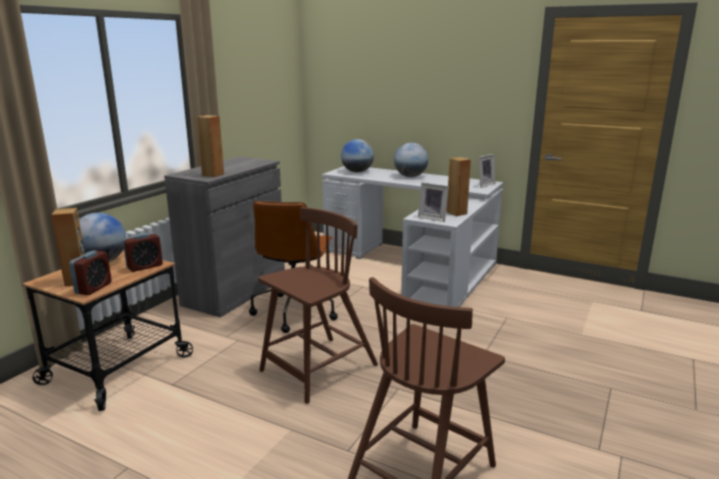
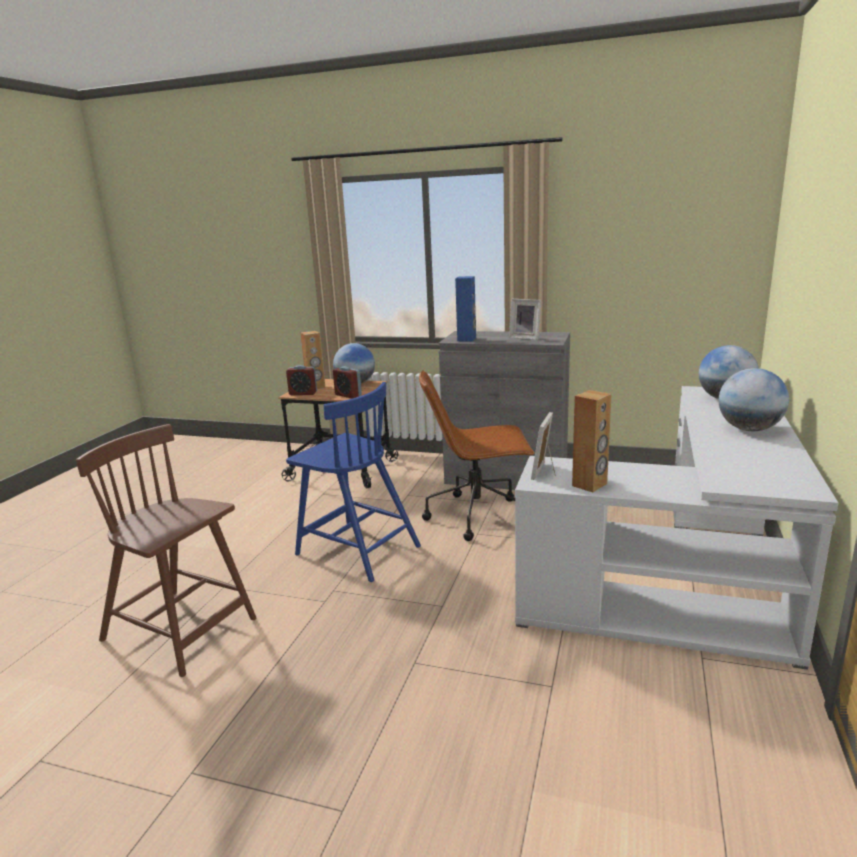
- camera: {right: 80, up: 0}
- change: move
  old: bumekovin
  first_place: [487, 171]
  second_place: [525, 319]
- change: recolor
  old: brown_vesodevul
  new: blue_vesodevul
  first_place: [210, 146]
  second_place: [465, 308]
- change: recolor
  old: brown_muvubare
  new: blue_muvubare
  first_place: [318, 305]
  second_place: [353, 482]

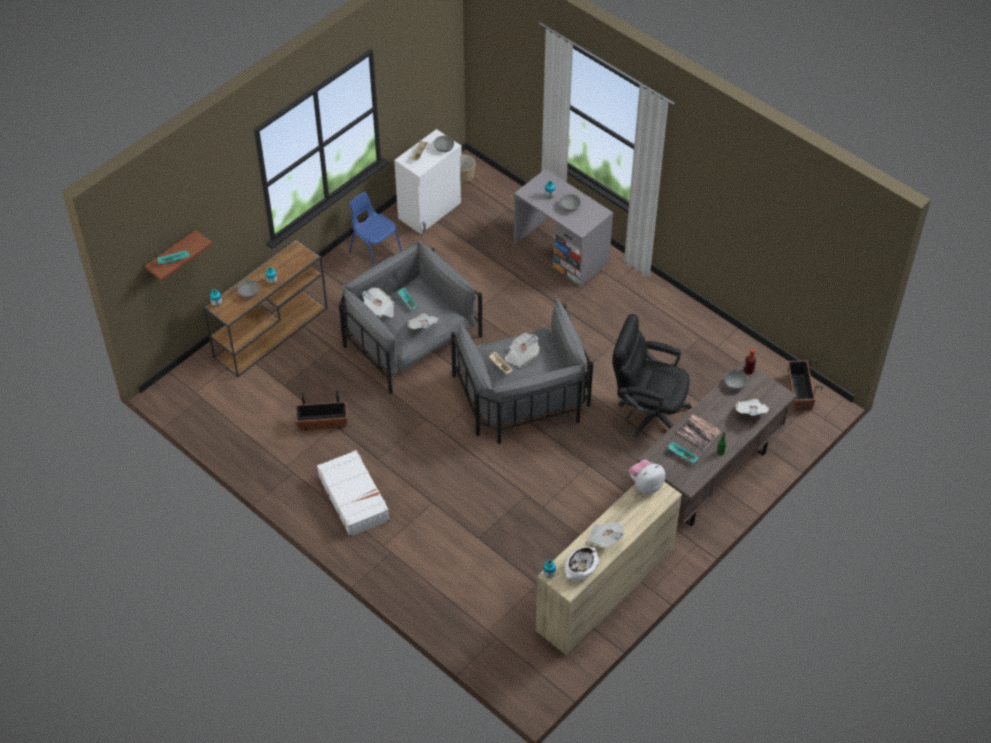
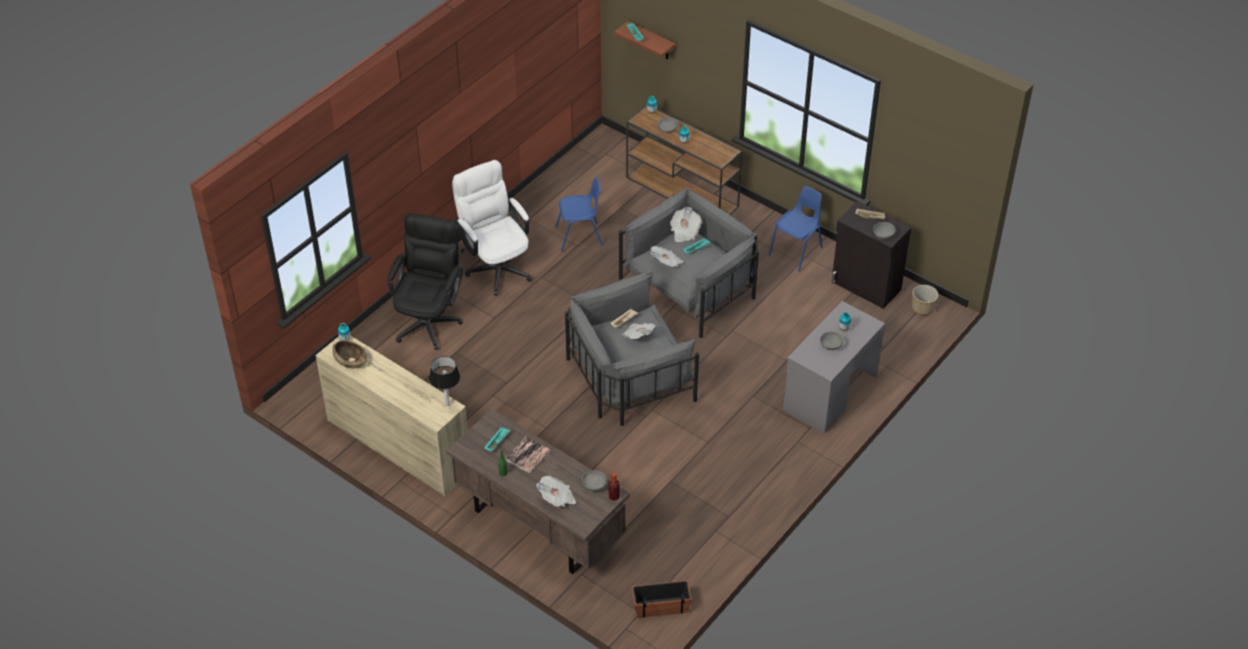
- camera: {right: 85, up: -5}
- change: delete
  old: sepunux
  first_place: [606, 534]
- change: move
  old: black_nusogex
  first_place: [652, 376]
  second_place: [425, 281]
- change: replace
  old: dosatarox
  new: blue_muvubare
  first_place: [321, 410]
  second_place: [579, 214]
- change: replace
  old: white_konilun
  new: white_nusogex
  first_place: [353, 493]
  second_place: [492, 228]
- change: replace
  old: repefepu
  new: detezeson
  first_place: [647, 477]
  second_place: [444, 381]
- change: recolor
  old: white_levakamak
  new: black_levakamak
  first_place: [428, 181]
  second_place: [871, 255]
- change: recolor
  old: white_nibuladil
  new: brown_nibuladil
  first_place: [581, 564]
  second_place: [350, 354]

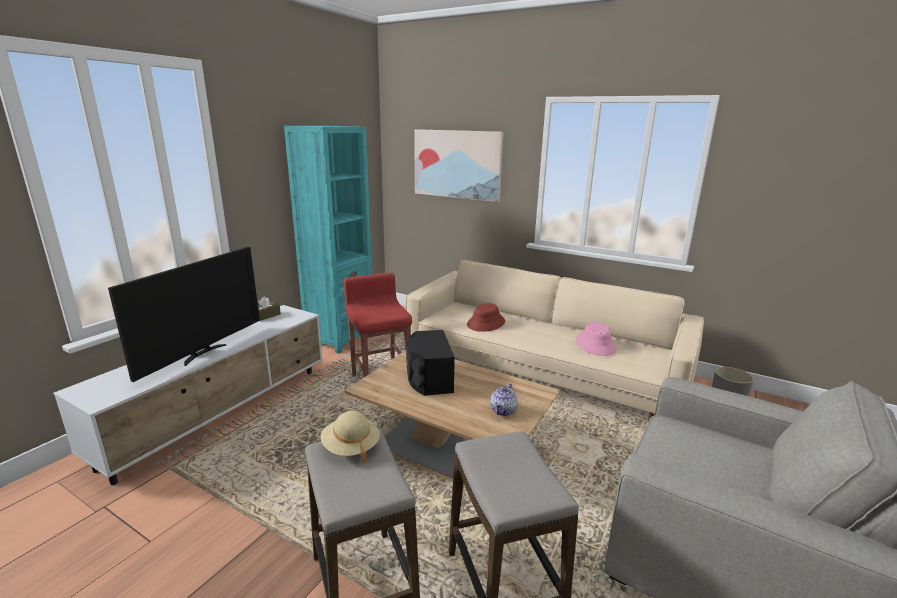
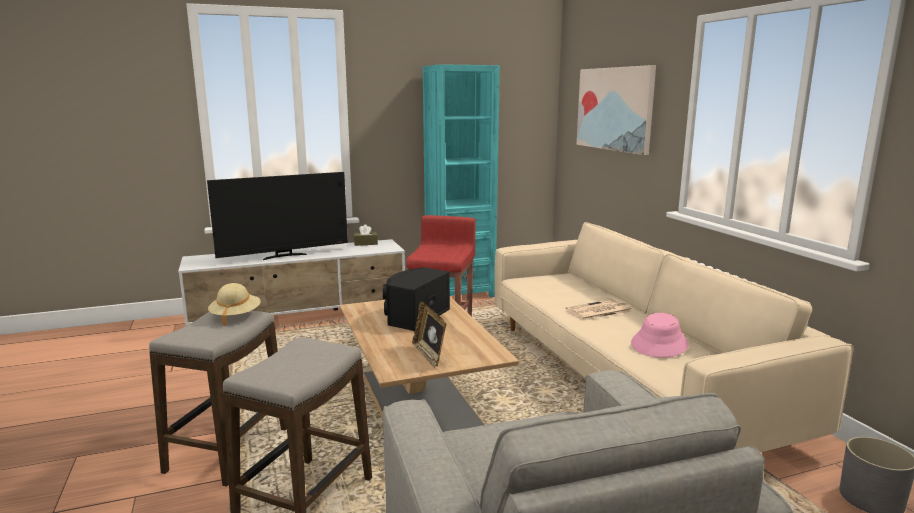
- camera: {right: 40, up: -5}
- change: delete
  old: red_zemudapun
  first_place: [486, 317]
- change: insert
  new: sepunux
  second_place: [599, 310]
- change: replace
  old: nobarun
  new: bumekovin
  first_place: [504, 399]
  second_place: [429, 335]

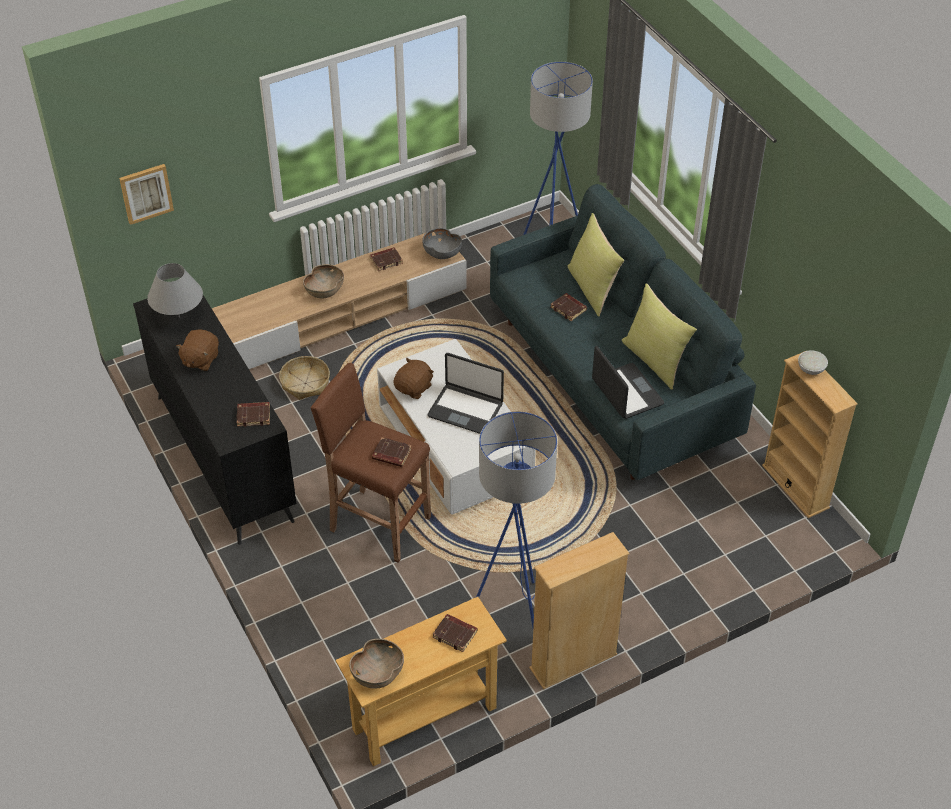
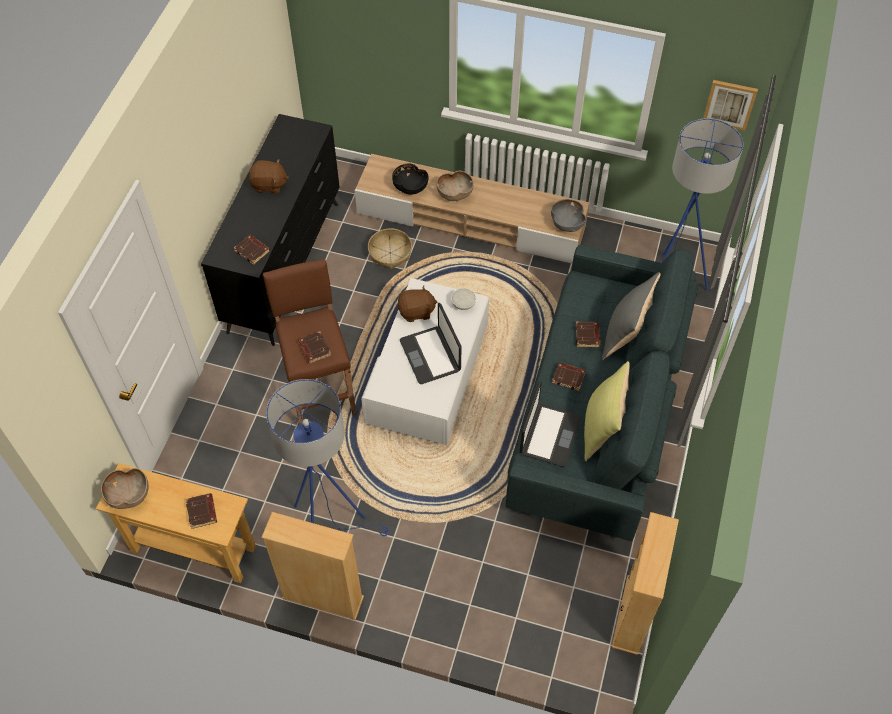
- camera: {right: 45, up: 10}
- change: delete
  old: grey_detezeson
  first_place: [175, 290]
- change: insert
  new: black_nibuladil
  second_place: [410, 179]
- change: move
  old: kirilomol
  first_place: [146, 194]
  second_place: [730, 105]
- change: move
  old: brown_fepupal
  first_place: [386, 259]
  second_place: [569, 376]
- change: move
  old: white_nibuladil
  first_place: [813, 362]
  second_place: [463, 299]
- change: recolor
  old: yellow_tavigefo
  new: grey_tavigefo
  first_place: [596, 265]
  second_place: [631, 316]
- change: rotate
  old: brown_repefepu
  first_place: [197, 350]
  second_place: [269, 176]
  degrees: -150

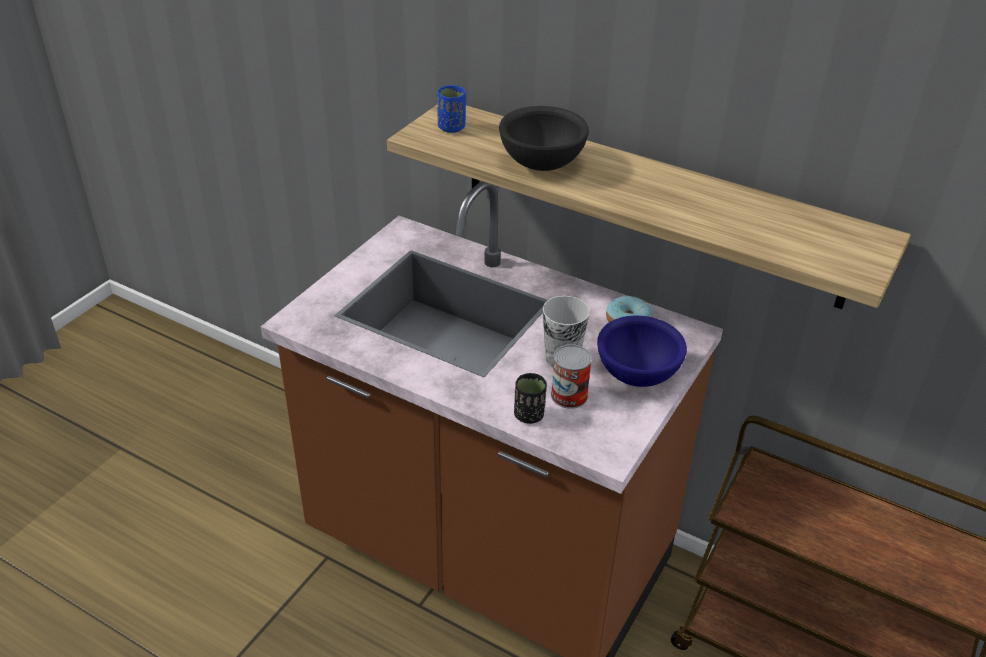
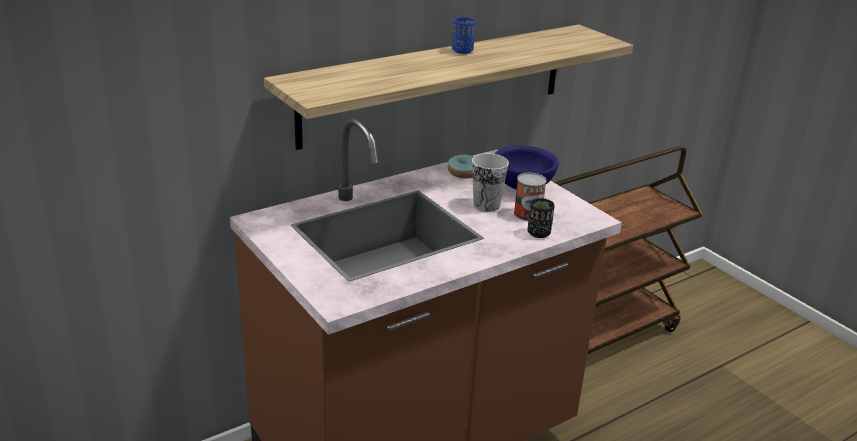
- camera: {right: -65, up: -10}
- change: delete
  old: black_nibuladil
  first_place: [544, 138]
- change: move
  old: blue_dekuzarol
  first_place: [451, 109]
  second_place: [464, 35]

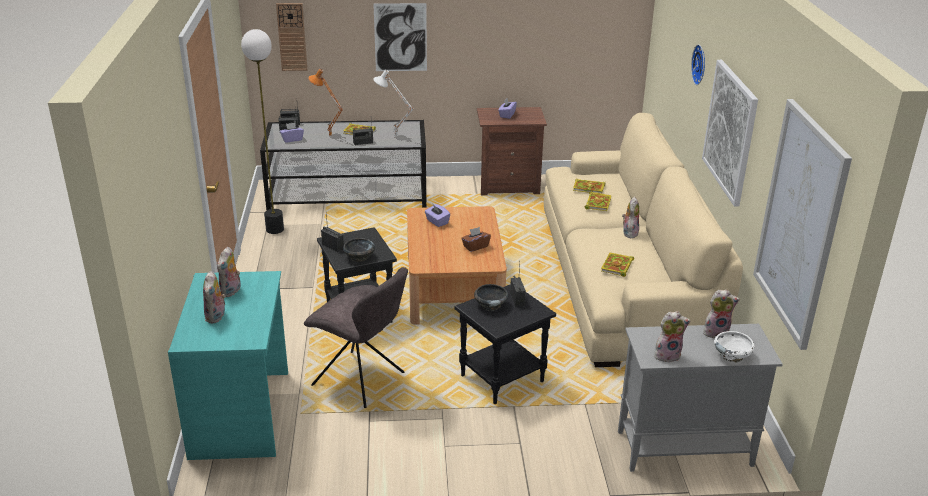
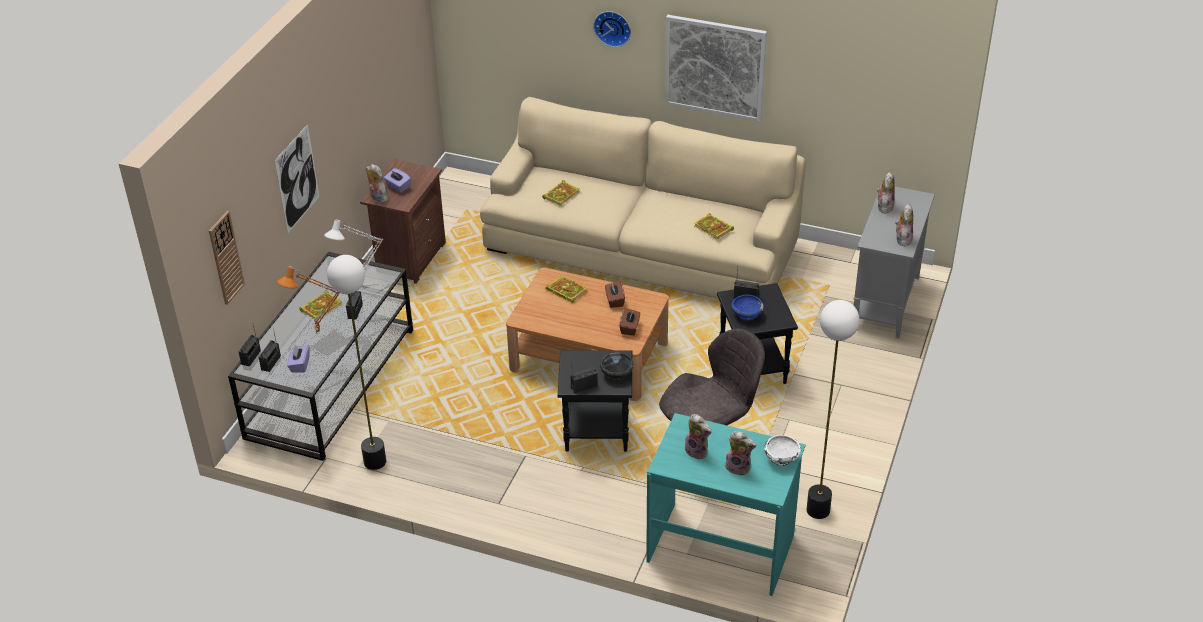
- camera: {right: -65, up: 10}
- change: delete
  old: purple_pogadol
  first_place: [437, 215]
- change: delete
  old: kirilomol
  first_place: [802, 224]
- change: insert
  new: brown_pogadol
  second_place: [630, 321]
- change: insert
  new: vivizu
  second_place: [833, 409]
- change: move
  old: fepupal
  first_place: [598, 201]
  second_place: [566, 289]
- change: move
  old: repefepu
  first_place: [630, 217]
  second_place: [377, 183]
- change: move
  old: white_nibuladil
  first_place: [734, 347]
  second_place: [782, 450]
- change: recolor
  old: black_nibuladil
  new: blue_nibuladil
  first_place: [491, 297]
  second_place: [747, 307]

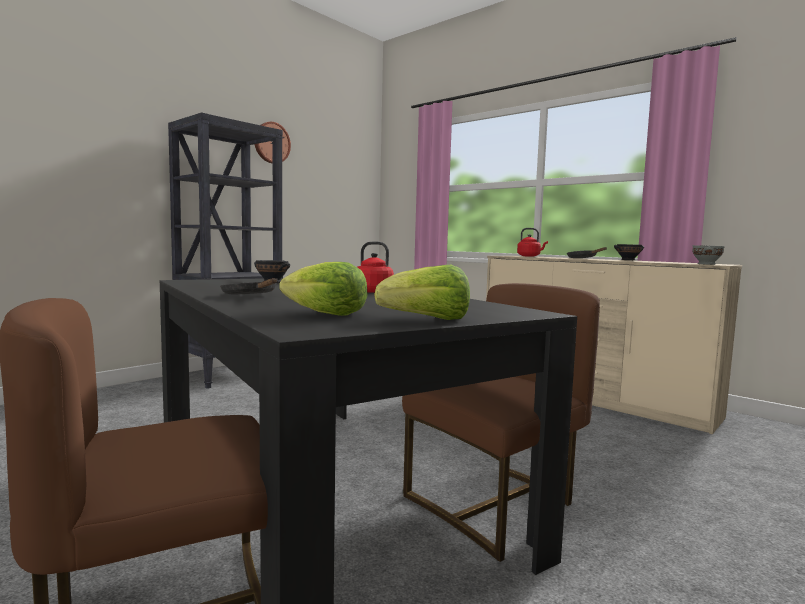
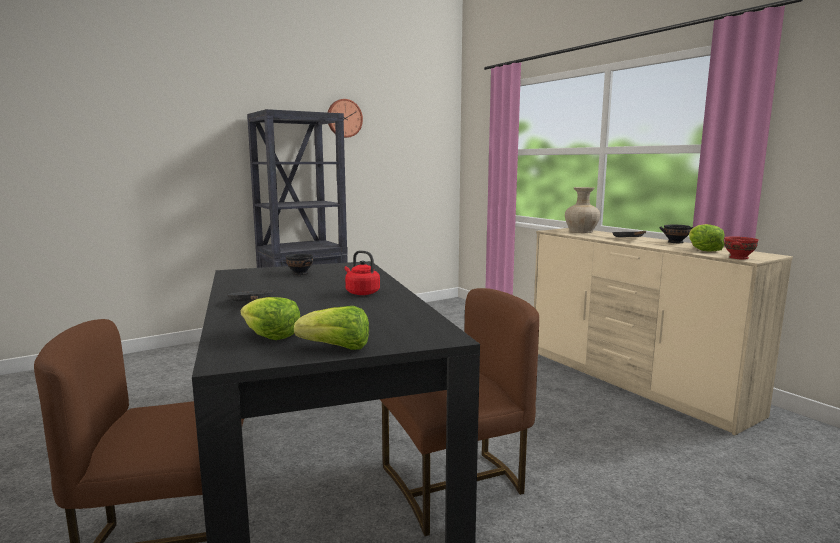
- camera: {right: 15, up: 5}
- change: insert
  new: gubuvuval
  second_place: [707, 238]
- change: replace
  old: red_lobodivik
  new: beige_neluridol
  first_place: [532, 242]
  second_place: [582, 210]
- change: recolor
  old: grey_nibuladil
  new: red_nibuladil
  first_place: [708, 255]
  second_place: [741, 248]

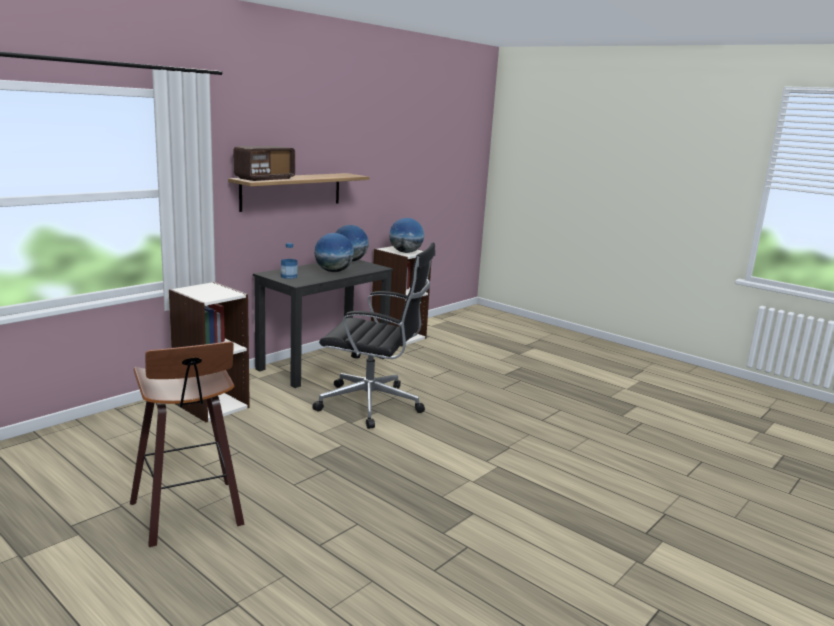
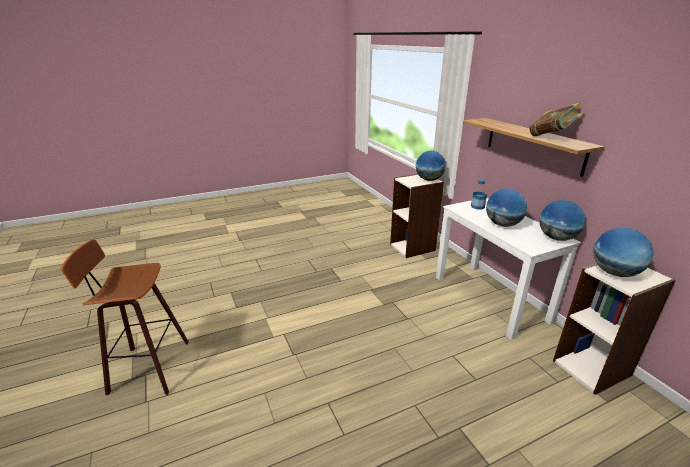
- camera: {right: 115, up: 10}
- change: delete
  old: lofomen
  first_place: [264, 163]
- change: delete
  old: black_nusogex
  first_place: [373, 336]
- change: insert
  new: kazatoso
  second_place: [431, 166]
- change: insert
  new: fepupal
  second_place: [556, 119]
- change: move
  old: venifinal
  first_place: [187, 444]
  second_place: [125, 317]
- change: recolor
  old: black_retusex
  new: white_retusex
  first_place: [323, 324]
  second_place: [508, 269]

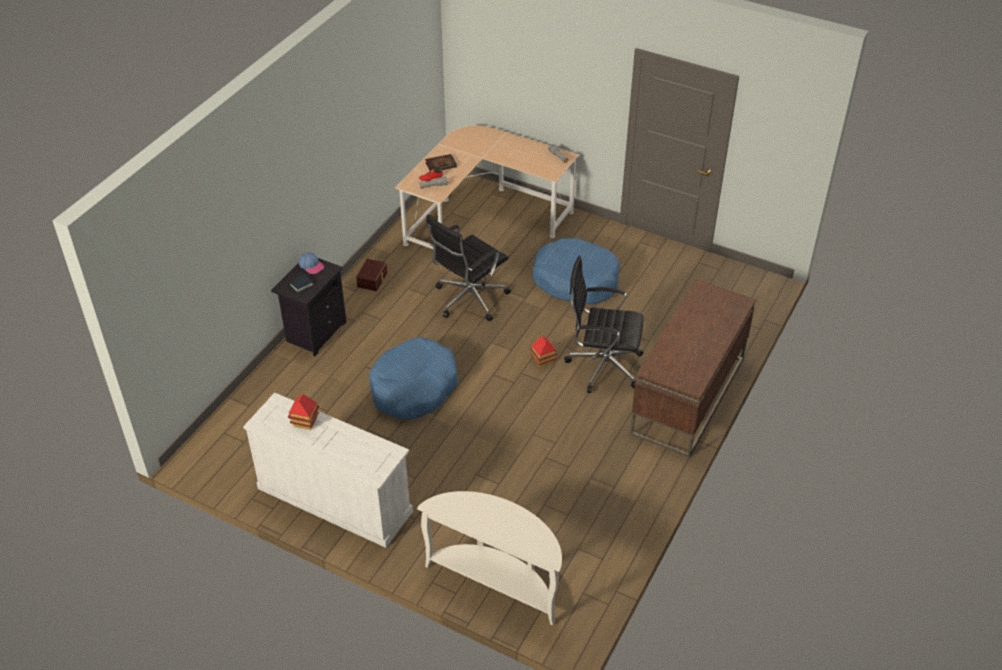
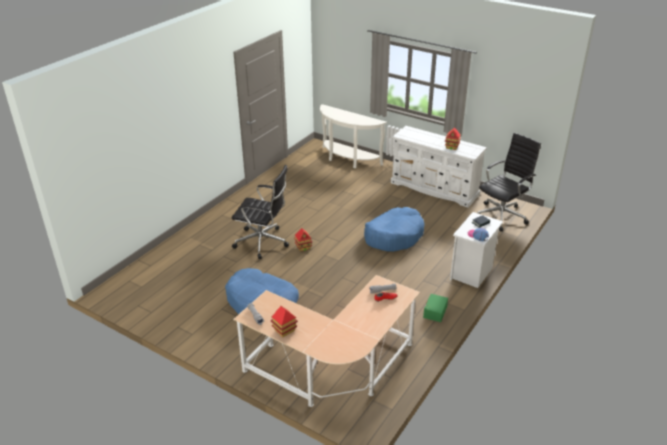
- camera: {right: -175, up: -10}
- change: delete
  old: fepupal
  first_place: [441, 162]
- change: delete
  old: brown_retusex
  first_place: [693, 368]
- change: insert
  new: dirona
  second_place: [284, 321]
- change: move
  old: black_nusogex
  first_place: [468, 267]
  second_place: [509, 182]
- change: recolor
  old: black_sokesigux
  new: white_sokesigux
  first_place: [308, 307]
  second_place: [476, 250]
- change: recolor
  old: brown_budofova
  new: green_budofova
  first_place: [371, 275]
  second_place: [435, 308]

